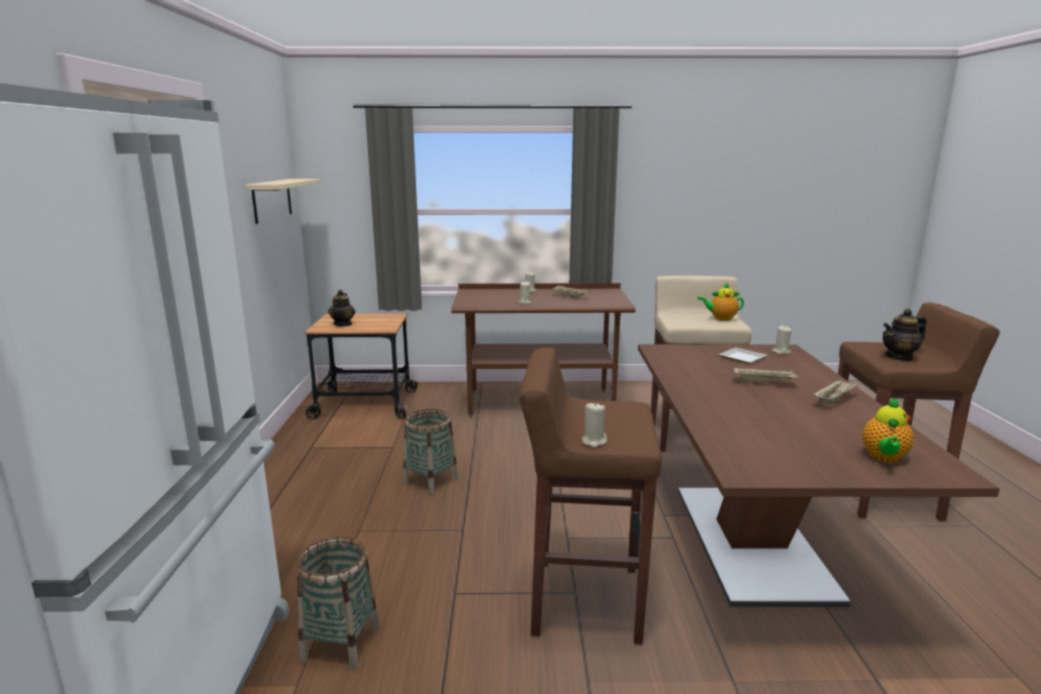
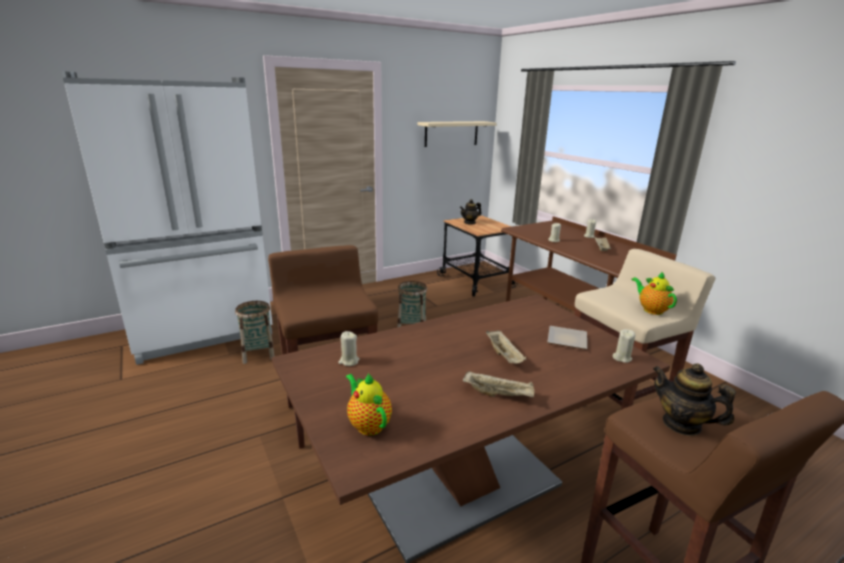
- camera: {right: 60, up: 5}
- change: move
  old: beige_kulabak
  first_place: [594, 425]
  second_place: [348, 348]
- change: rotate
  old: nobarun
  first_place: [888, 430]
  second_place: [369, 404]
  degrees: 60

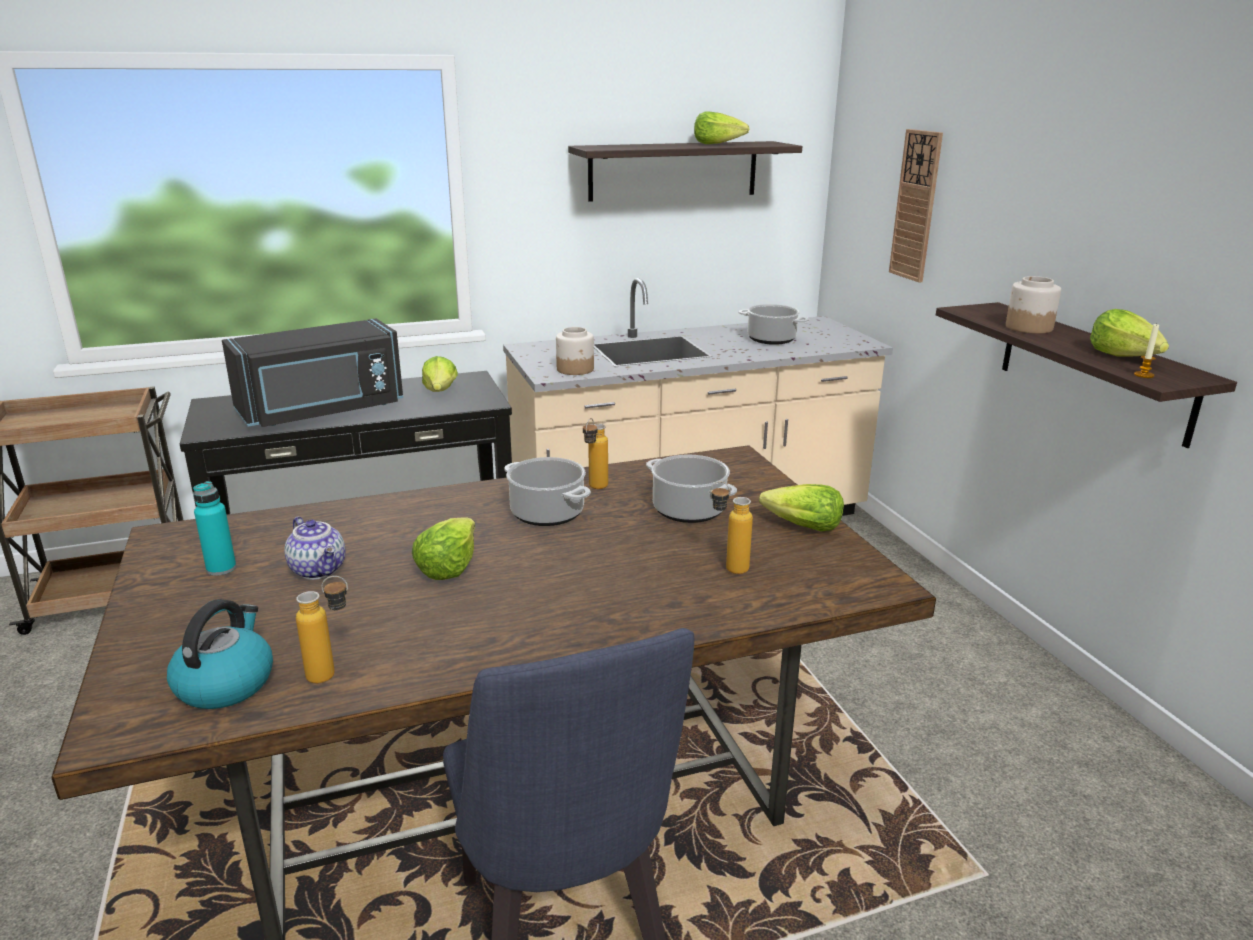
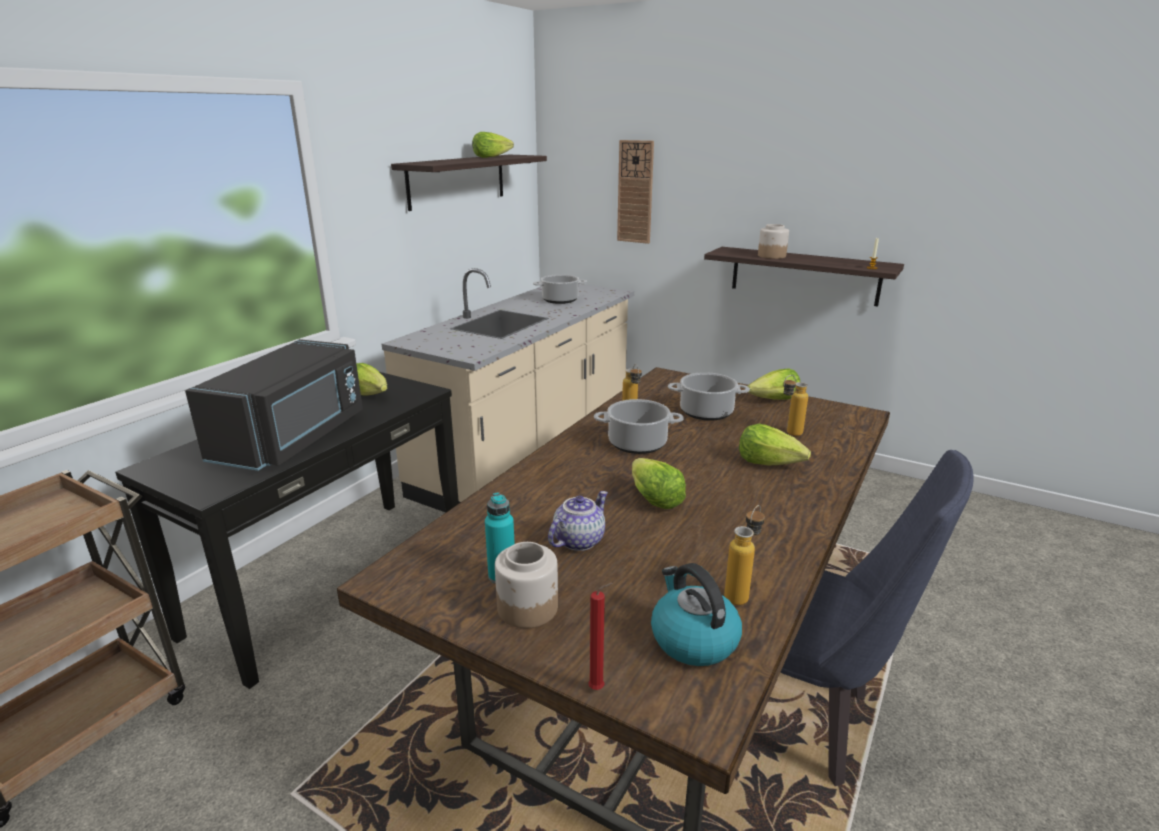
- camera: {right: -40, up: 0}
- change: insert
  new: red_kulabak
  second_place: [600, 636]
- change: move
  old: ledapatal
  first_place: [575, 351]
  second_place: [526, 585]
- change: move
  old: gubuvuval
  first_place: [1129, 333]
  second_place: [775, 444]
- change: rotate
  old: nobarun
  first_place: [315, 548]
  second_place: [578, 521]
  degrees: -60

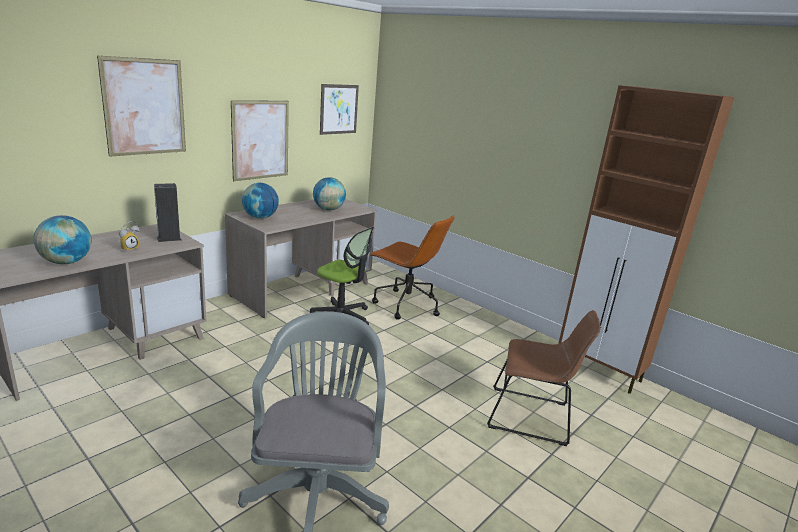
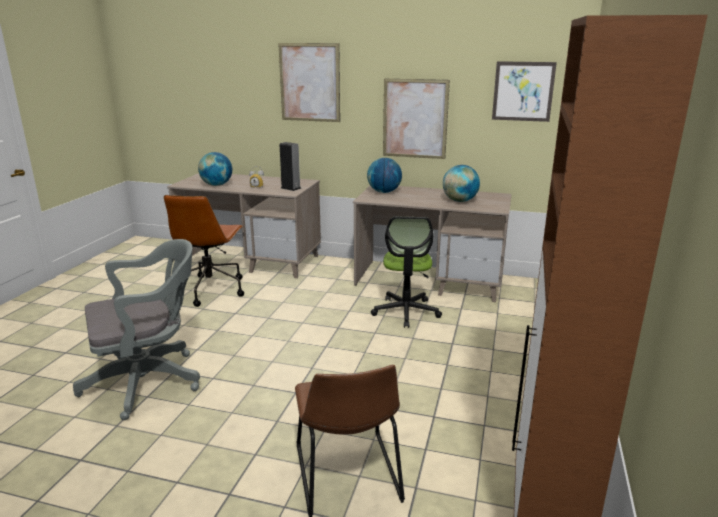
- camera: {right: 65, up: 0}
- change: move
  old: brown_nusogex
  first_place: [412, 267]
  second_place: [204, 251]

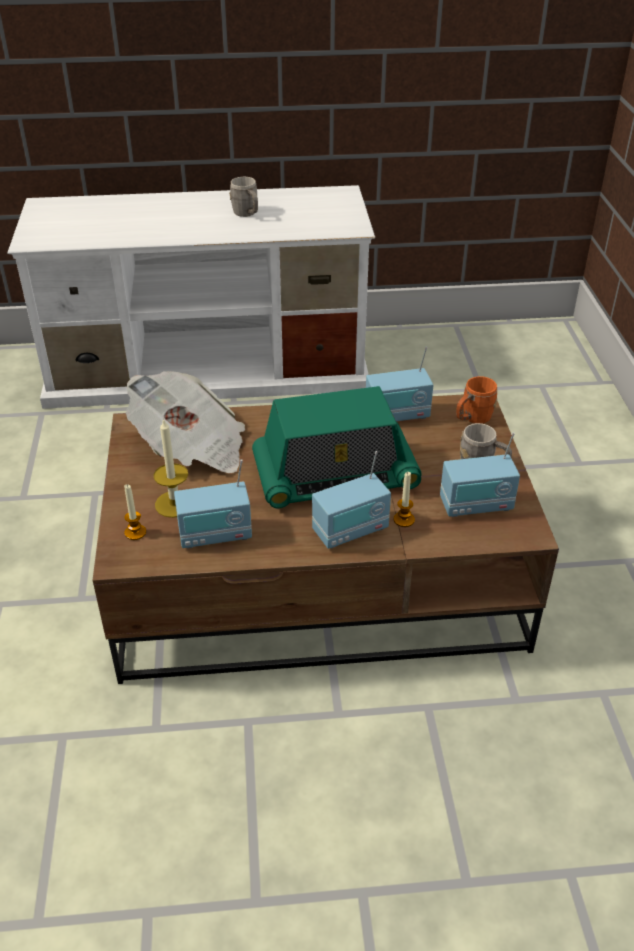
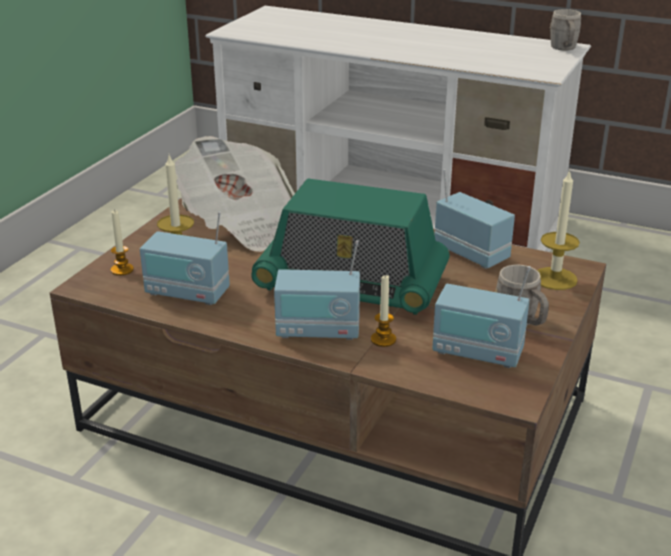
- camera: {right: 30, up: -10}
- change: move
  old: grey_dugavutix
  first_place: [243, 197]
  second_place: [565, 30]
- change: replace
  old: orange_dugavutix
  new: kulabak
  first_place: [476, 400]
  second_place: [558, 229]
- change: rotate
  old: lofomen
  first_place: [399, 384]
  second_place: [474, 219]
  degrees: -150

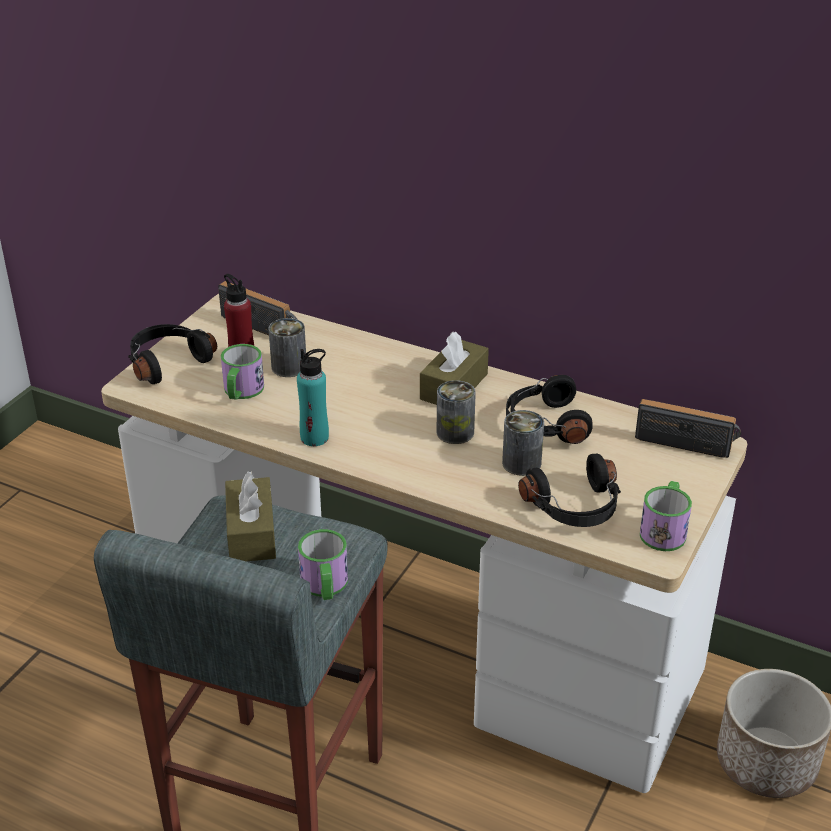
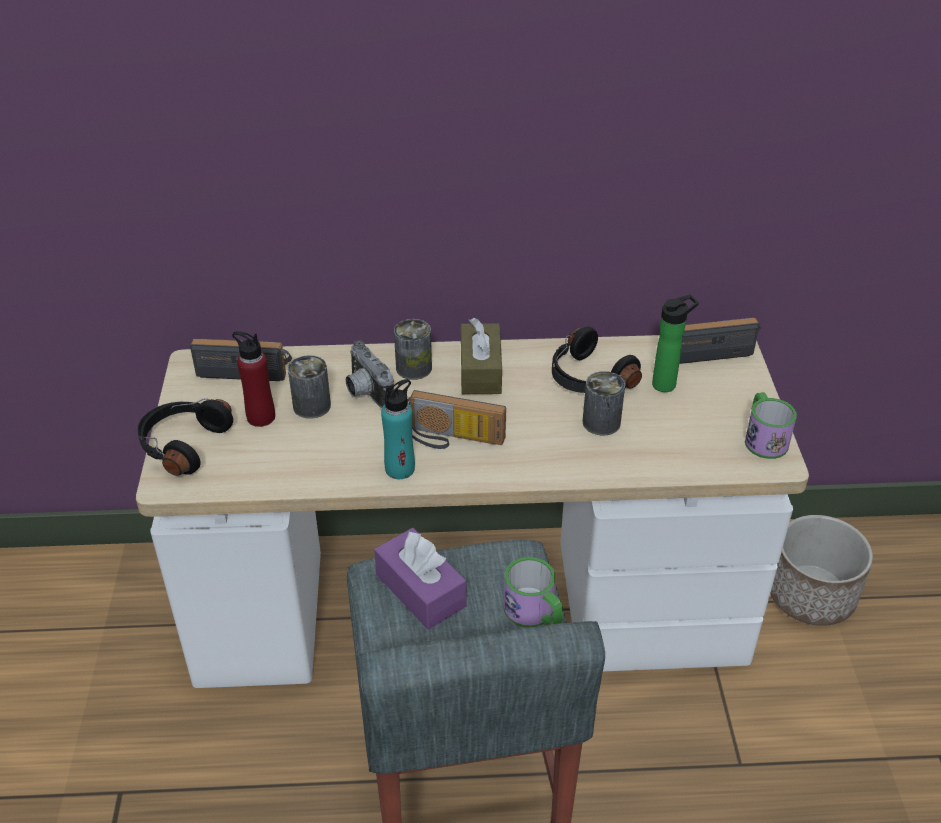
- camera: {right: -30, up: 5}
- change: delete
  old: dugavutix
  first_place: [242, 372]
- change: delete
  old: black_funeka
  first_place: [569, 490]
- change: insert
  new: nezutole
  second_place: [370, 374]
- change: insert
  new: lofomen
  second_place: [456, 419]
- change: insert
  new: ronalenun
  second_place: [675, 343]
- change: move
  old: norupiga
  first_place: [456, 412]
  second_place: [413, 349]
- change: recolor
  old: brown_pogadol
  new: purple_pogadol
  first_place: [250, 516]
  second_place: [420, 579]

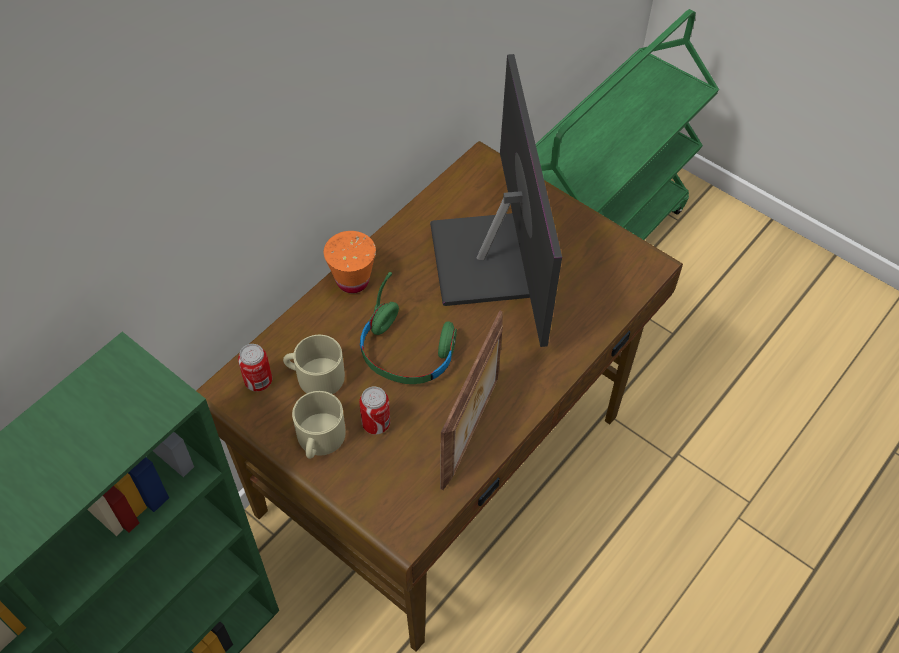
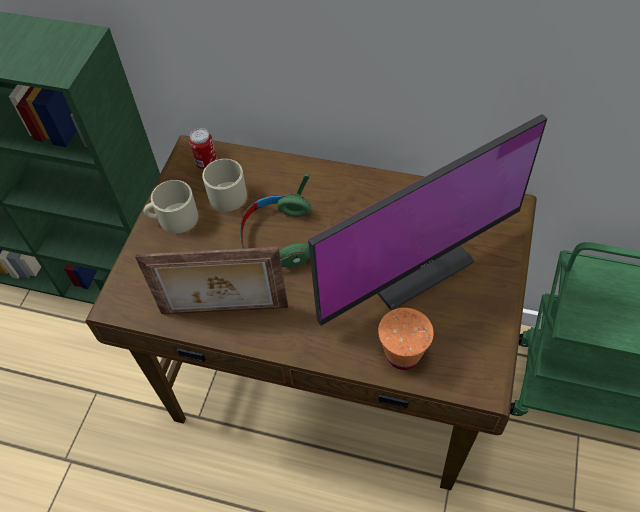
- camera: {right: 70, up: 0}
- change: delete
  old: norupiga
  first_place: [374, 410]
- change: move
  old: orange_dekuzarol
  first_place: [350, 262]
  second_place: [406, 339]

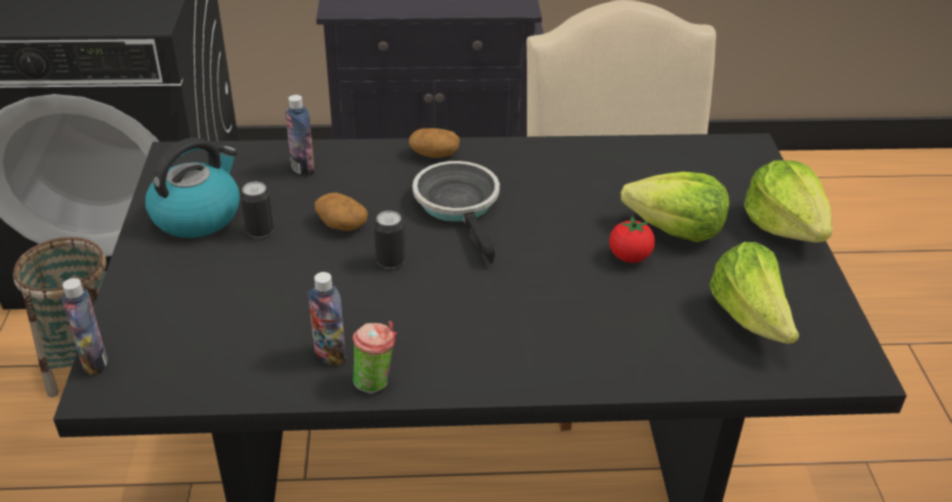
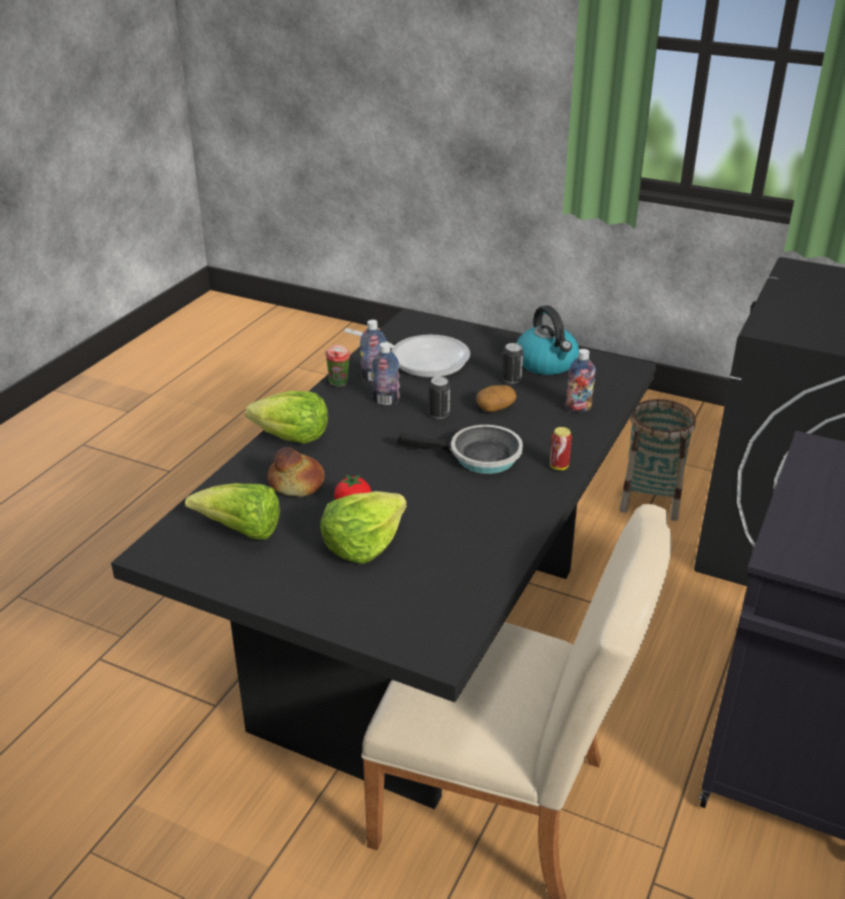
- camera: {right: 120, up: -5}
- change: insert
  new: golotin
  second_place: [296, 472]
- change: insert
  new: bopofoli
  second_place: [407, 353]
- change: move
  old: ronalenun
  first_place: [84, 326]
  second_place: [386, 373]
- change: move
  old: gubuvuval
  first_place: [788, 201]
  second_place: [286, 417]
- change: replace
  old: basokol
  new: norupiga
  first_place: [434, 143]
  second_place: [561, 448]

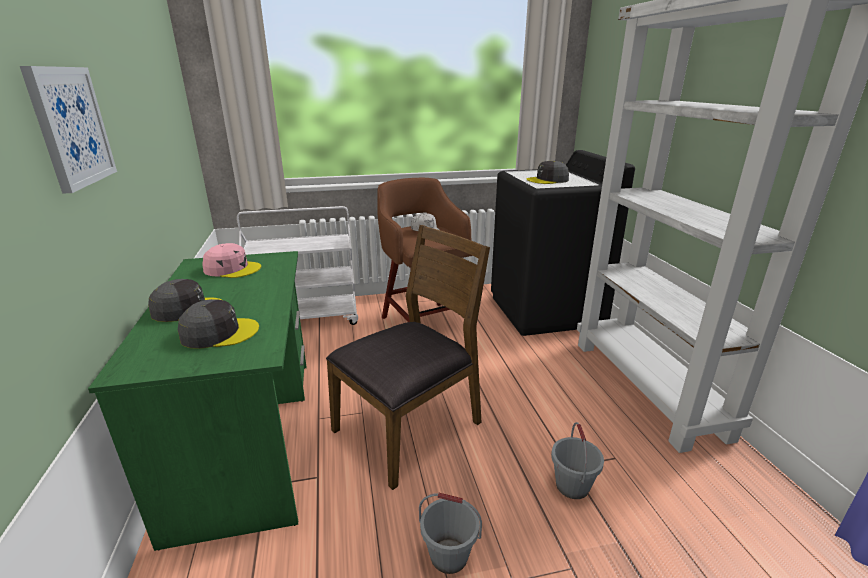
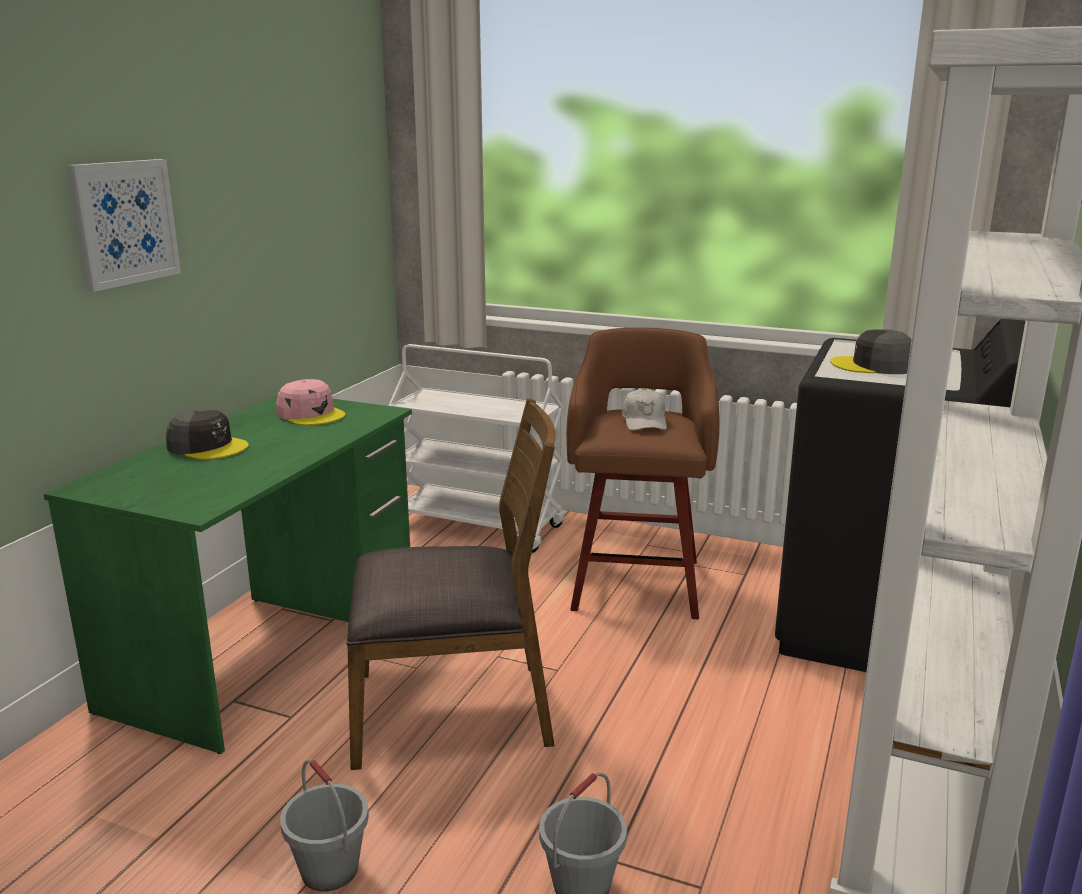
- camera: {right: 35, up: -5}
- change: delete
  old: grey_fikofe
  first_place: [218, 324]

